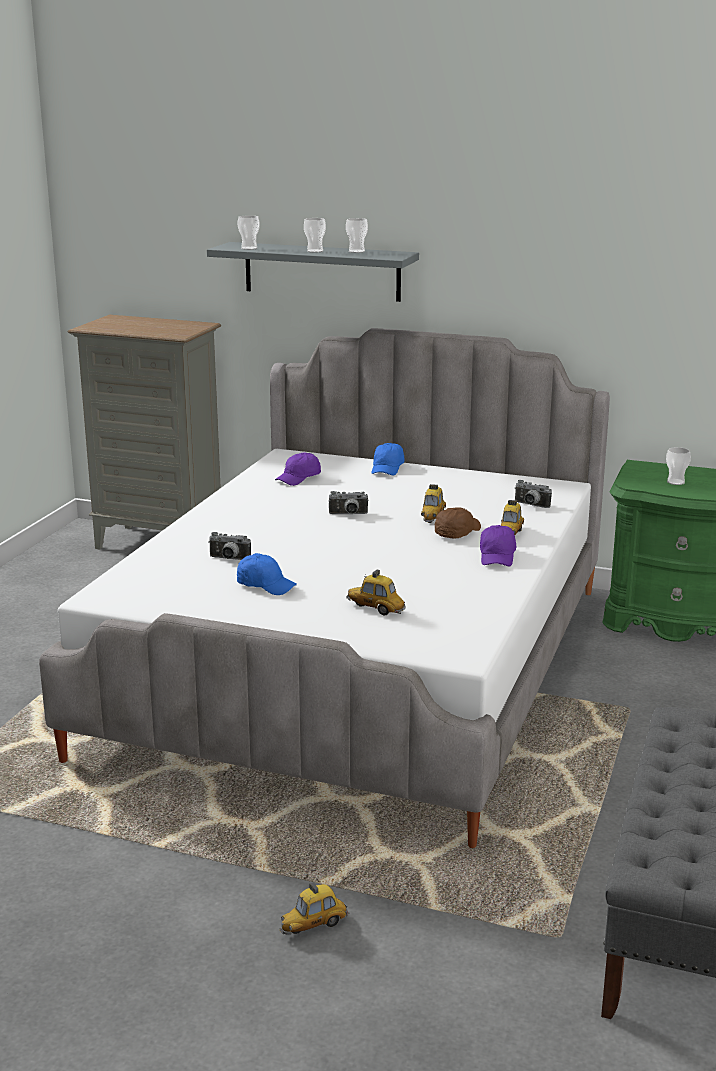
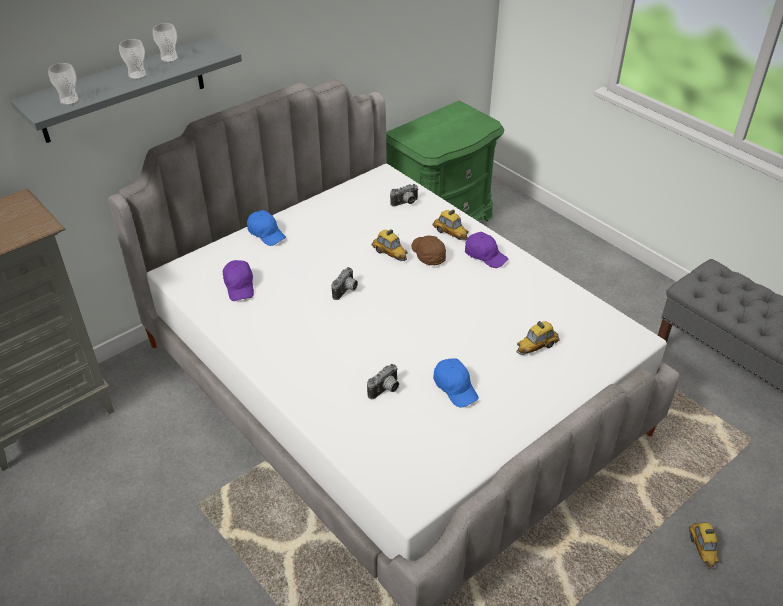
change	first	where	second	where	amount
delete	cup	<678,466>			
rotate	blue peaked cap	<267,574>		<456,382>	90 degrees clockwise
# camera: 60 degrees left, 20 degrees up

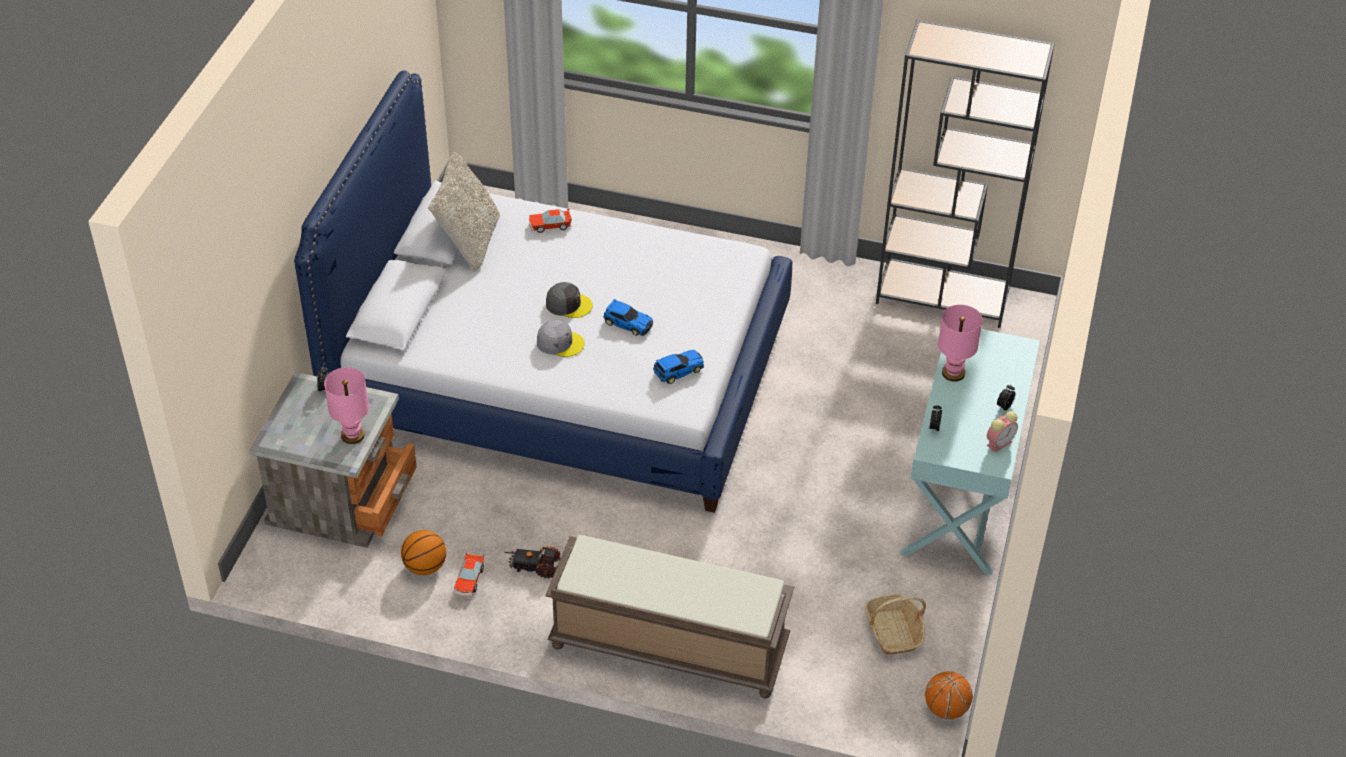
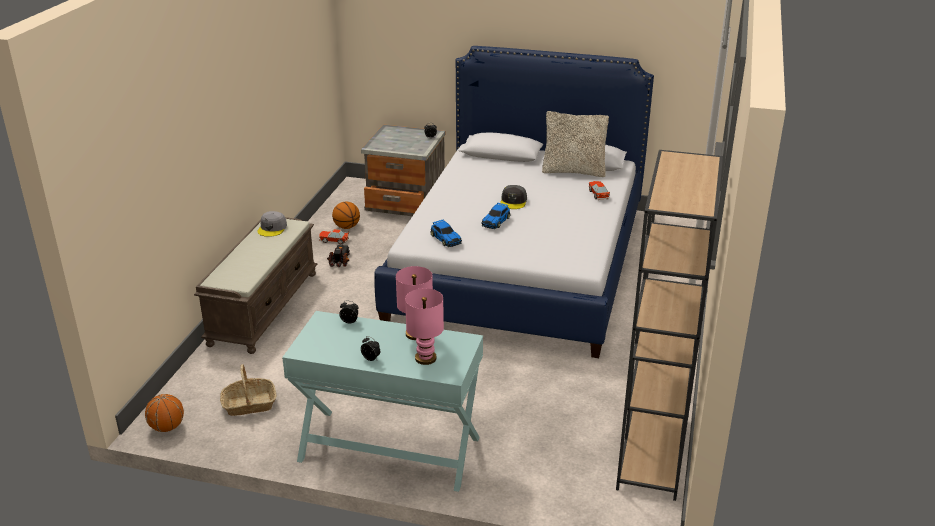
change	first	where	second	where	amount
move	greyish peaked cap	<561,338>		<272,224>	
move	pinkish lamp for a table	<346,405>		<424,326>	
delete	table clock	<1002,432>			
# camera: 90 degrees right, 15 degrees down

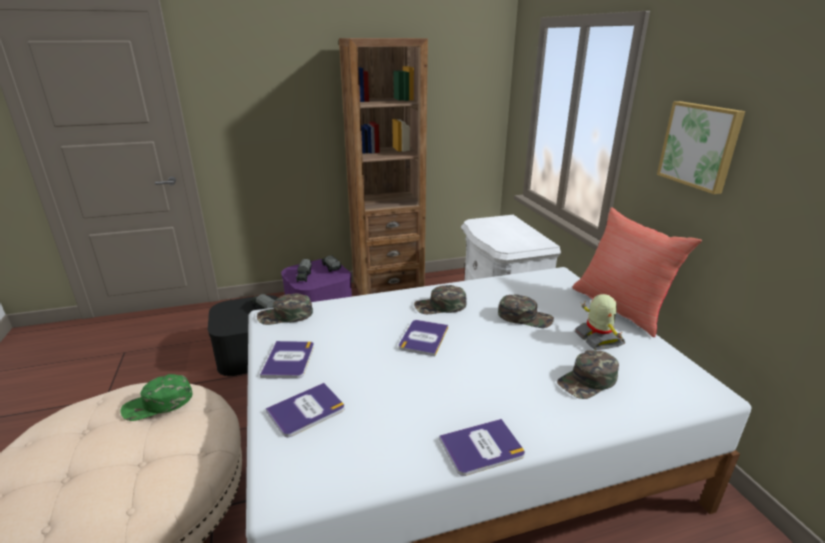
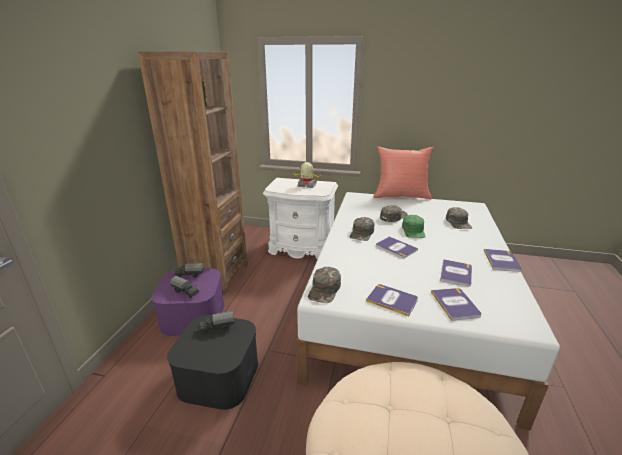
change	first	where	second	where	amount
delete	wall picture	<701,147>			
move	toy robot	<600,322>		<307,175>	
move	green-coloured peaked cap	<156,397>		<414,226>	
insert			bound book	<456,272>	
# camera: 60 degrees left, 0 degrees up

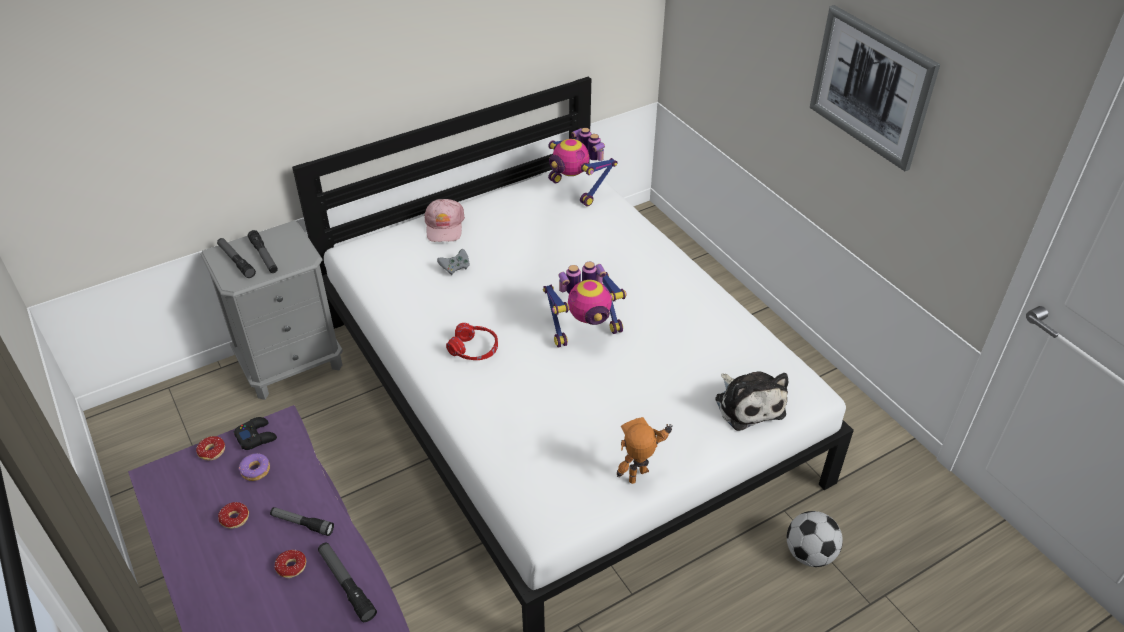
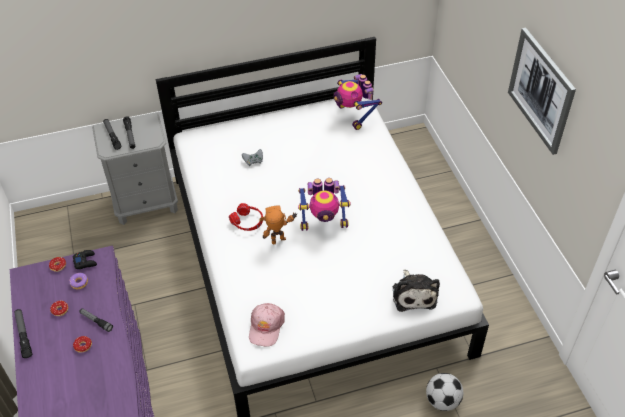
change	first	where	second	where	amount
move	pinkish peaked cap	<444,220>		<267,324>	
move	toy robot	<645,450>		<278,225>	
move	flashlight	<347,582>		<23,333>	
# camera: 15 degrees right, 5 degrees up

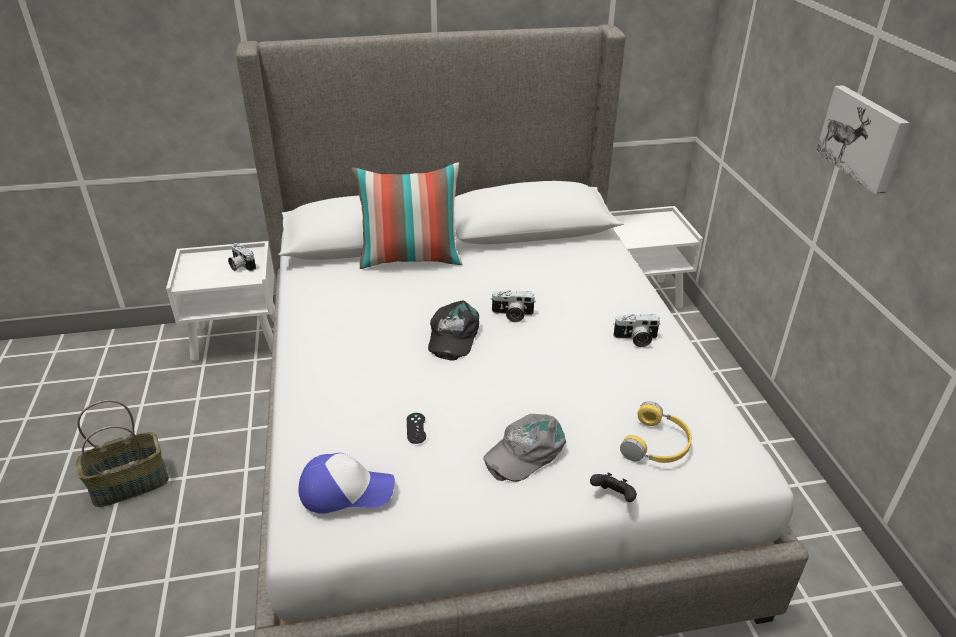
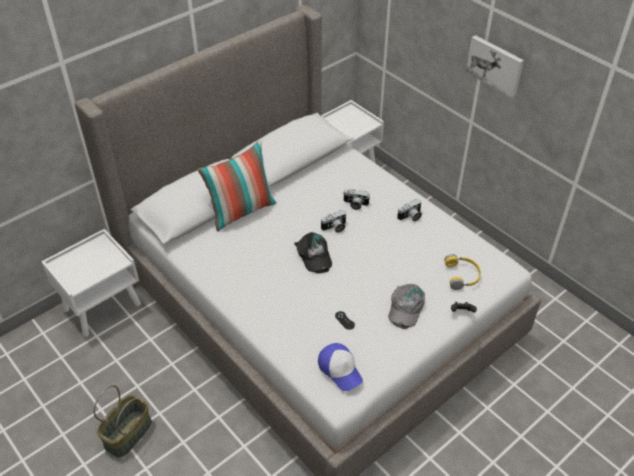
change	first	where	second	where	amount
move	still camera	<242,257>		<356,199>	
rotate	peaked cap	<346,483>		<340,367>	90 degrees clockwise
# camera: 30 degrees left, 10 degrees up

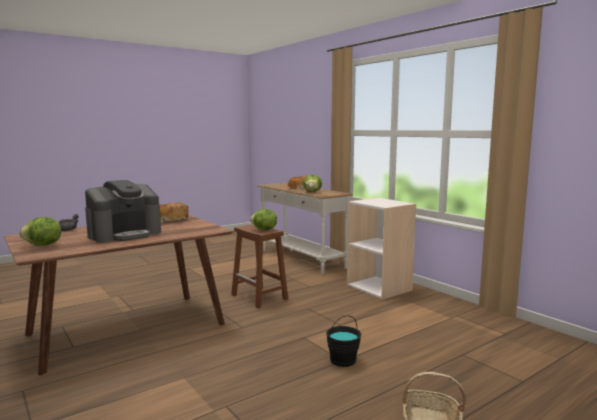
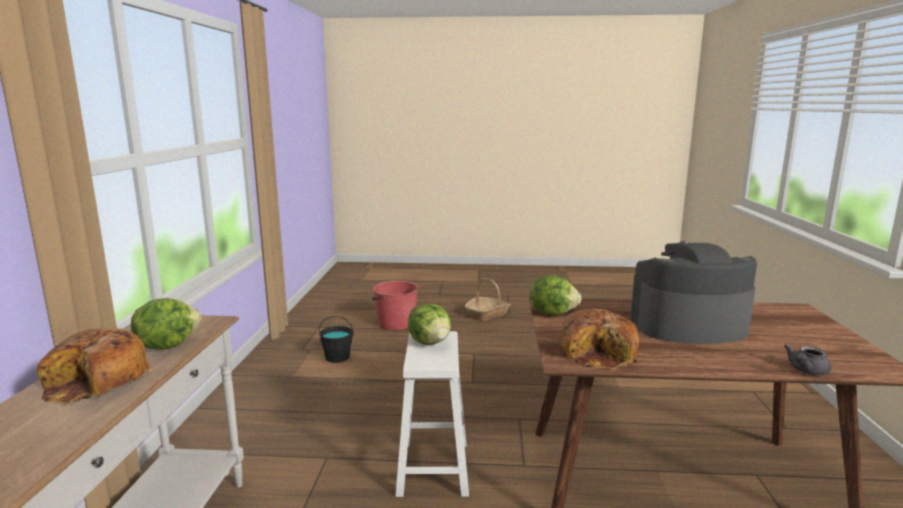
change	first	where	second	where	amount
delete	whitish bookshelf	<381,248>			
move	lettuce head	<40,231>		<555,295>	
recolor	brown-coloured stool	<259,266>	whitish stool	<432,414>	
move	black bucket	<344,341>		<336,339>	
insert			red bucket	<395,305>	
# camera: 140 degrees left, 5 degrees up

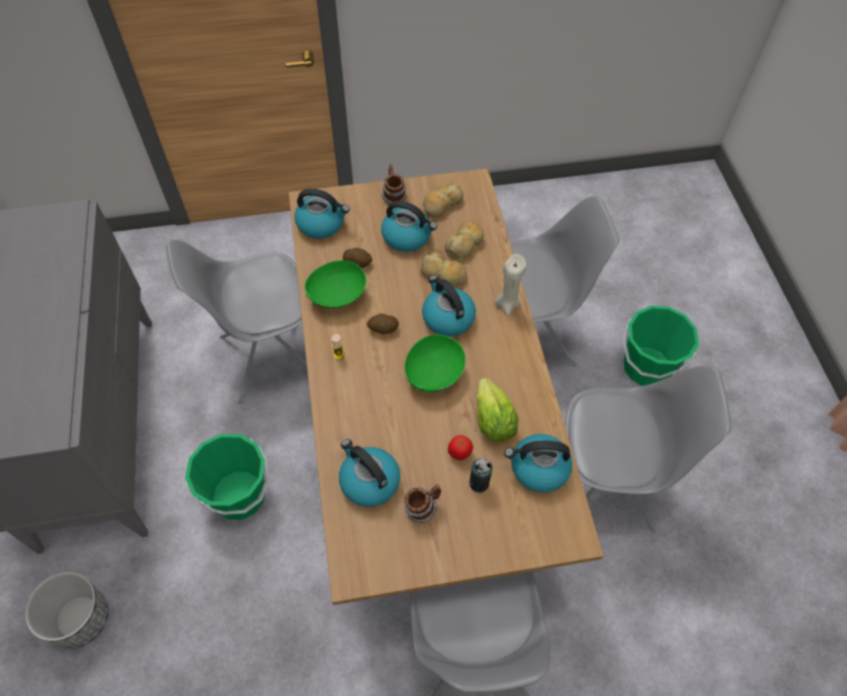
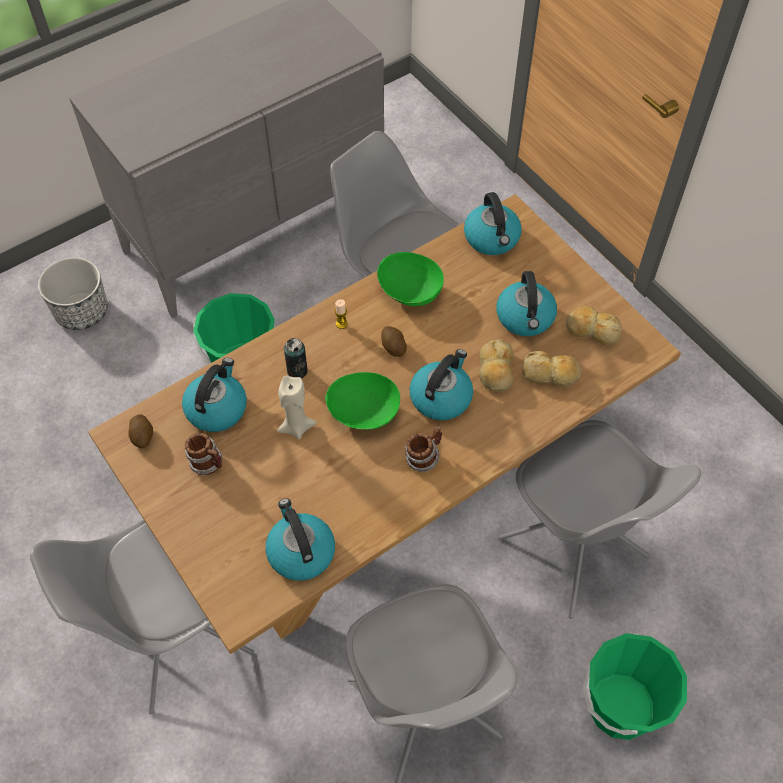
change	first	where	second	where	amount
move	mug	<394,184>		<423,449>	
move	potato	<357,258>		<141,431>	
move	beige-coloured candle	<510,285>		<297,408>	
delete	lettuce head	<498,410>			
delete	whole tomato	<460,447>			
move	can	<481,475>		<296,358>	
# camera: 65 degrees right, 0 degrees up

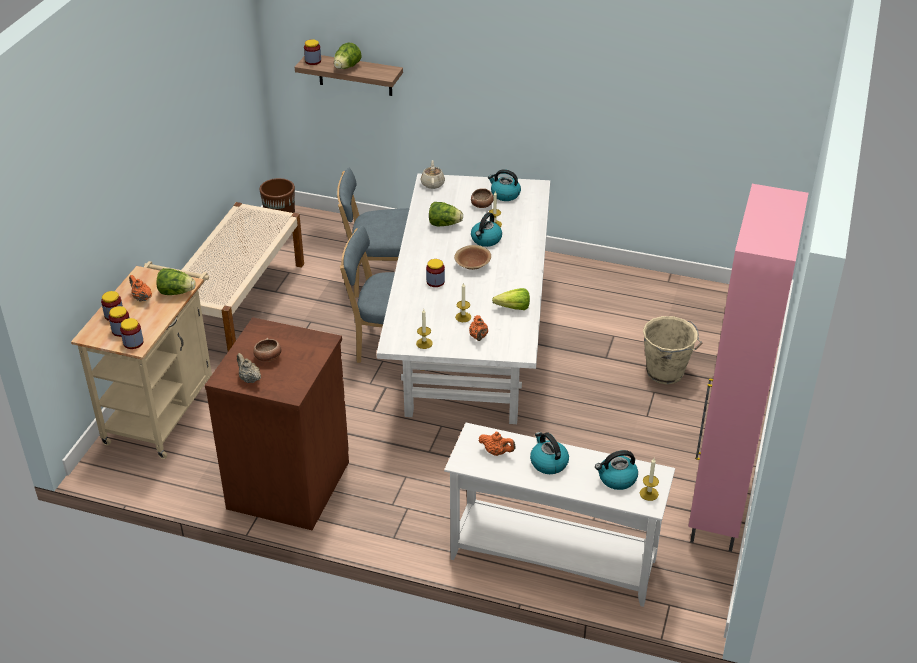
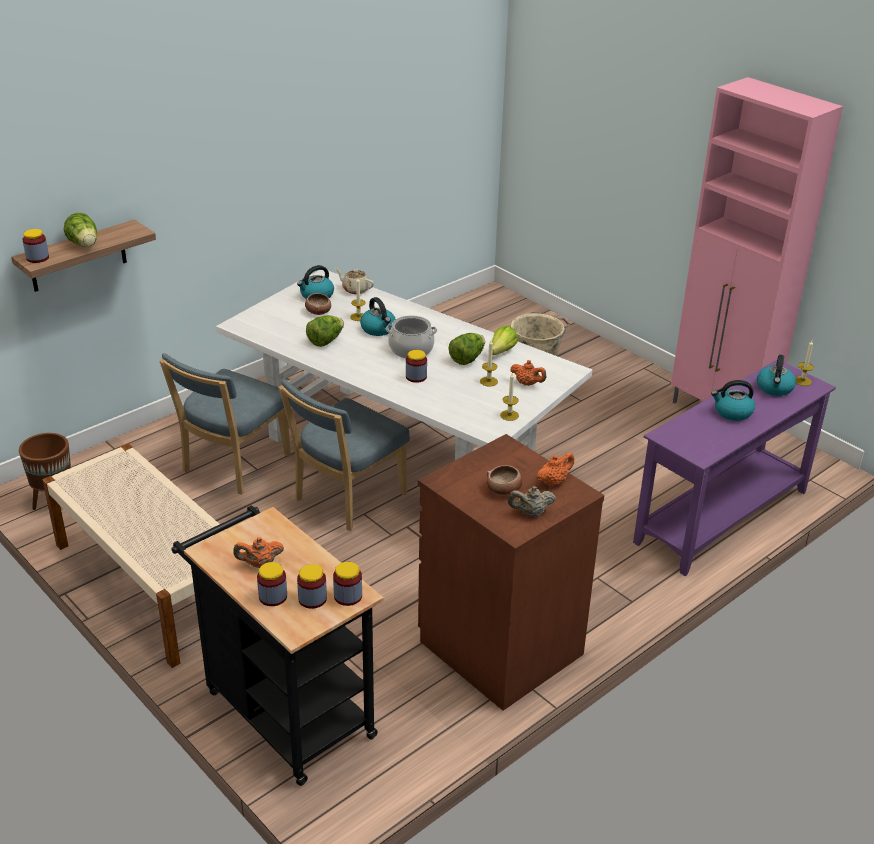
change	first	where	second	where	amount
move	beige-coloured teapot	<433,174>		<355,281>	
replace	brown-coloured serving bowl	<472,257>	stockpot	<411,337>	
recolor	beige-coloured cart	<141,360>	black cart	<277,645>	
move	lettuce head	<176,281>		<466,349>	
recolor	whitish console table	<559,515>	purple console table	<734,468>	
move	orange teapot	<497,444>		<555,469>	
# camera: 60 degrees left, 5 degrees down

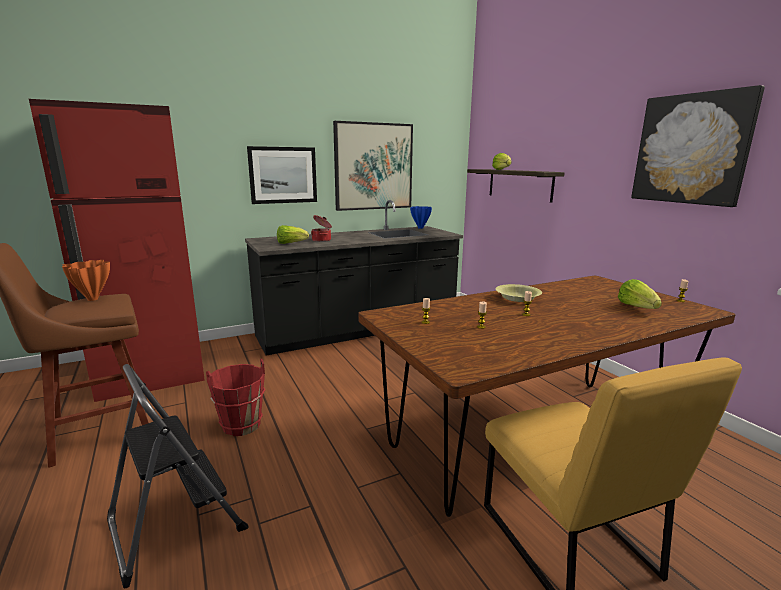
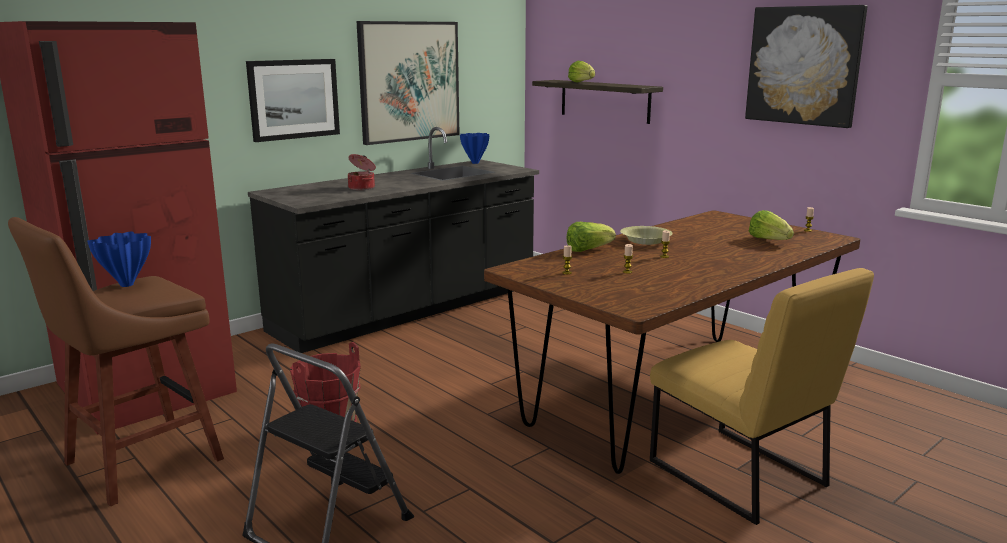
change	first	where	second	where	amount
move	lettuce head	<293,234>		<591,237>	
recolor	orange decorative vase	<86,280>	blue decorative vase	<119,259>	
# camera: 15 degrees left, 0 degrees up

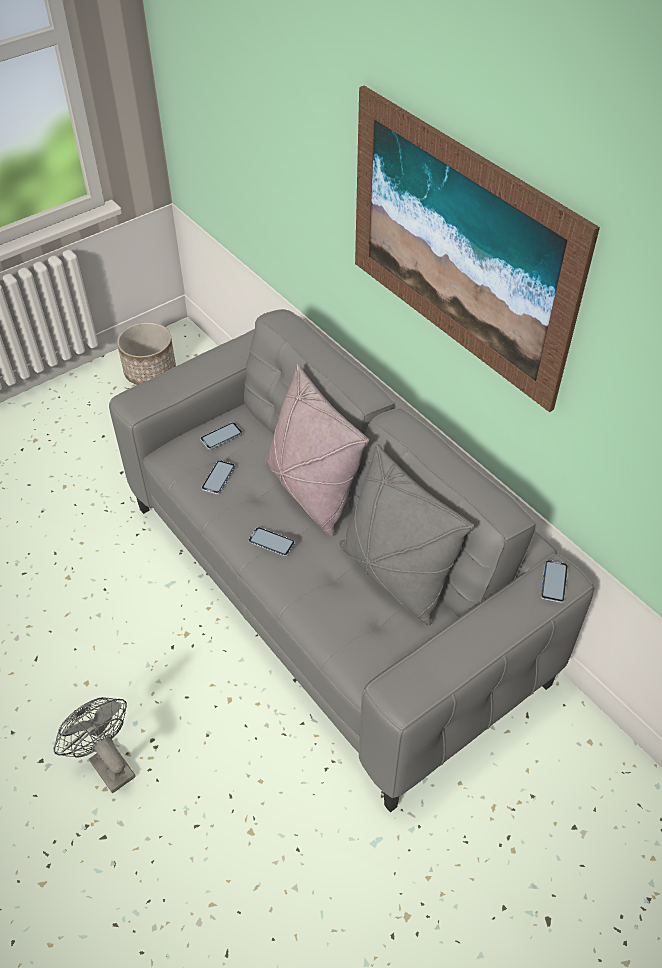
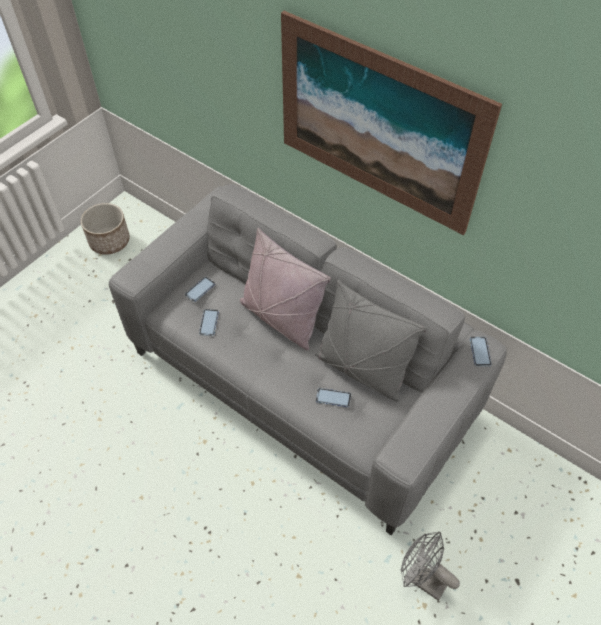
change	first	where	second	where	amount
move	telephone	<271,541>		<333,398>	
move	greyish fan	<94,745>		<430,566>	
# camera: 15 degrees left, 5 degrees up

